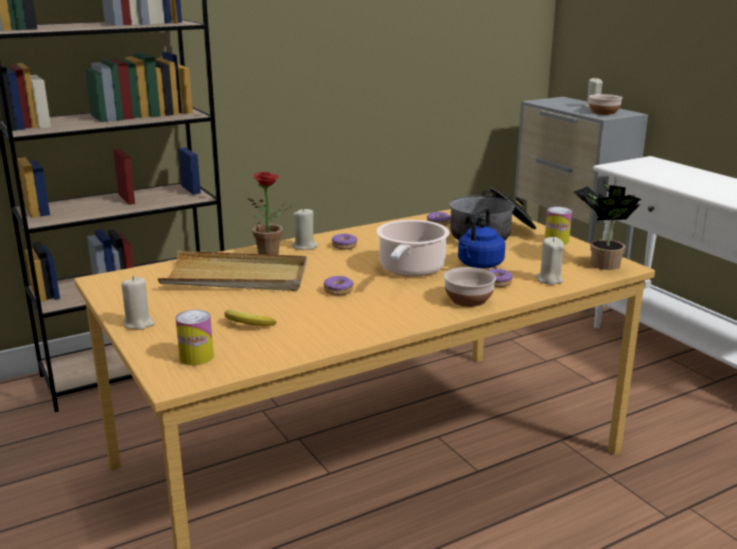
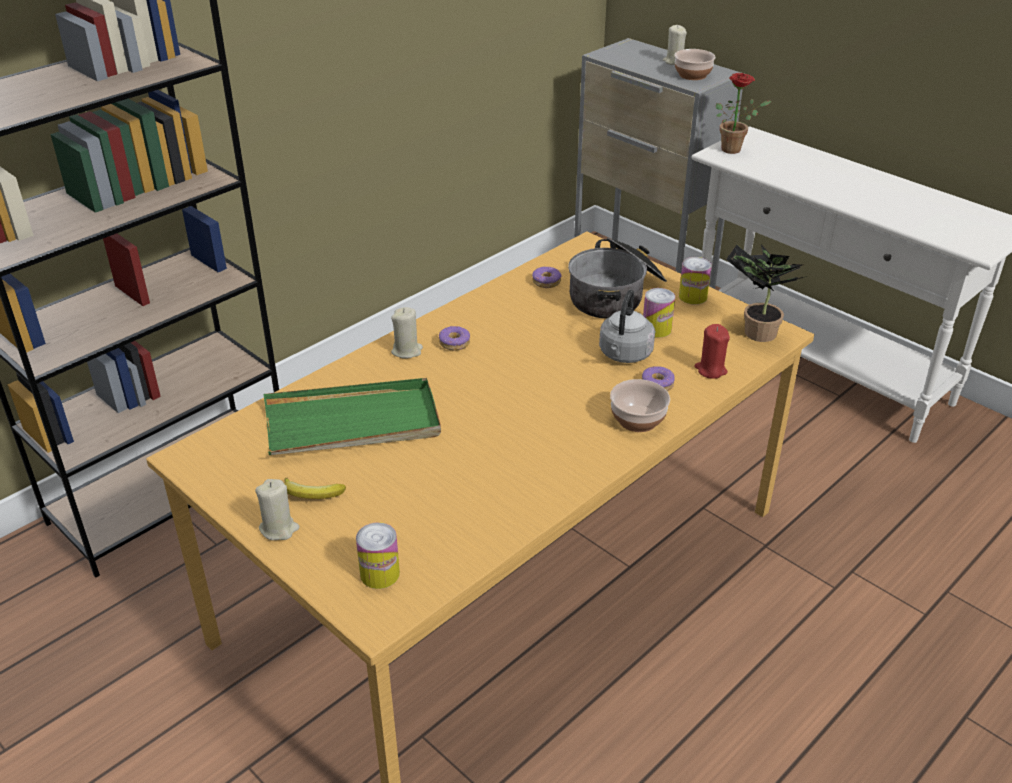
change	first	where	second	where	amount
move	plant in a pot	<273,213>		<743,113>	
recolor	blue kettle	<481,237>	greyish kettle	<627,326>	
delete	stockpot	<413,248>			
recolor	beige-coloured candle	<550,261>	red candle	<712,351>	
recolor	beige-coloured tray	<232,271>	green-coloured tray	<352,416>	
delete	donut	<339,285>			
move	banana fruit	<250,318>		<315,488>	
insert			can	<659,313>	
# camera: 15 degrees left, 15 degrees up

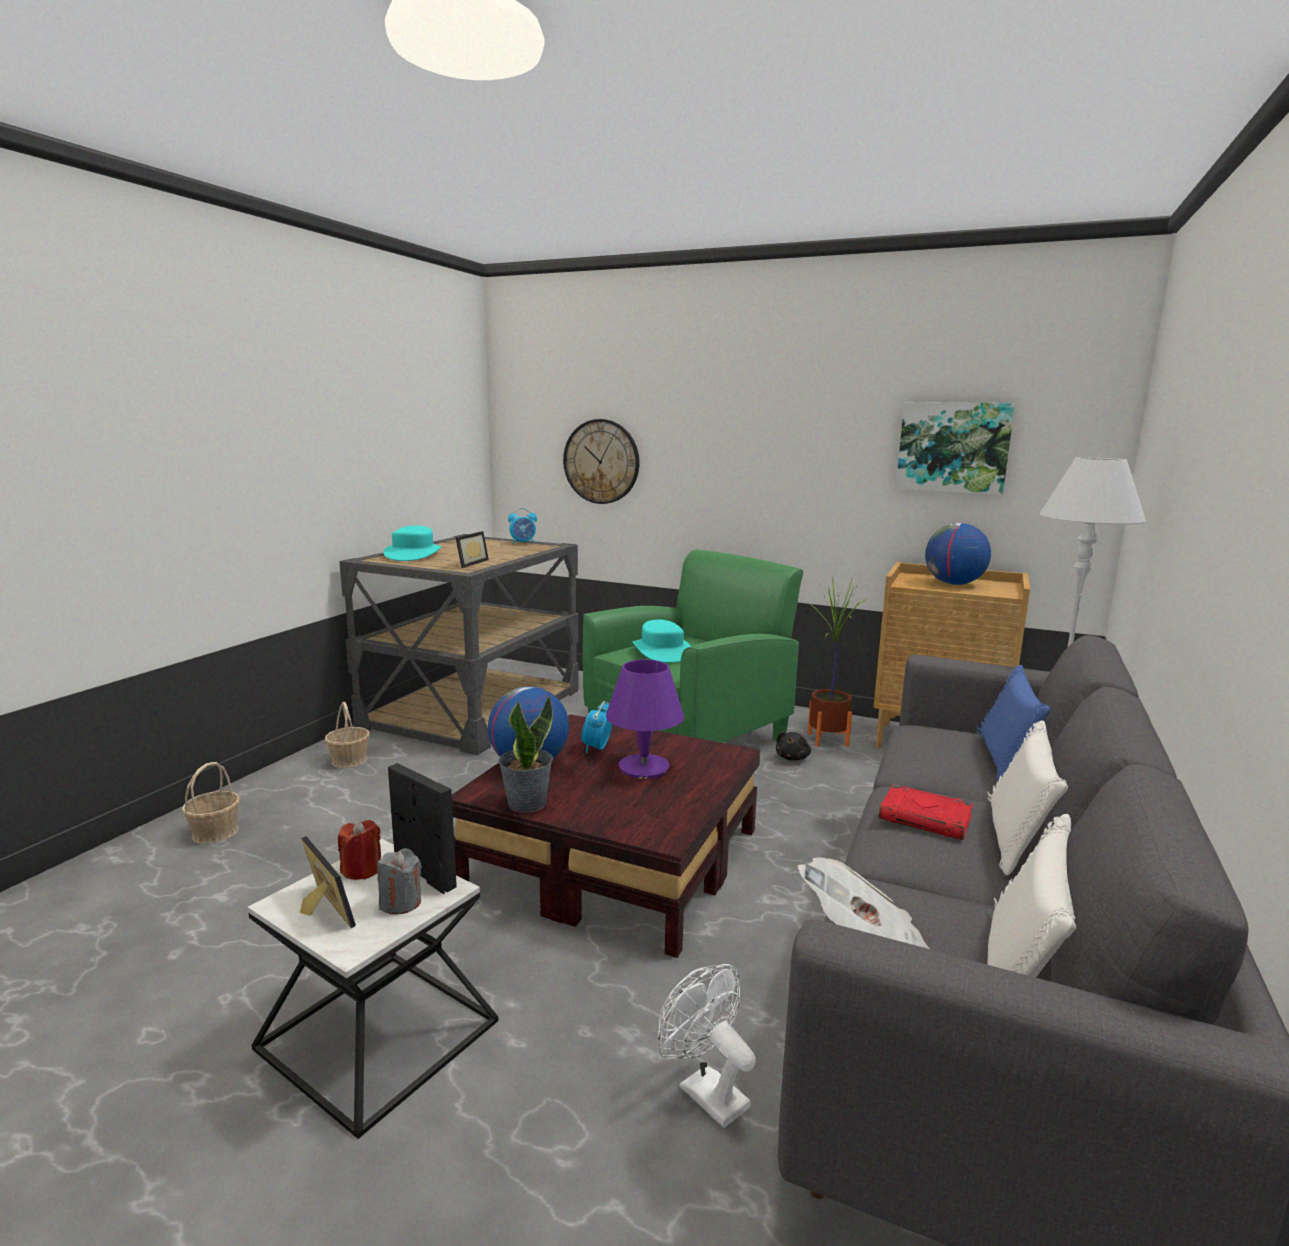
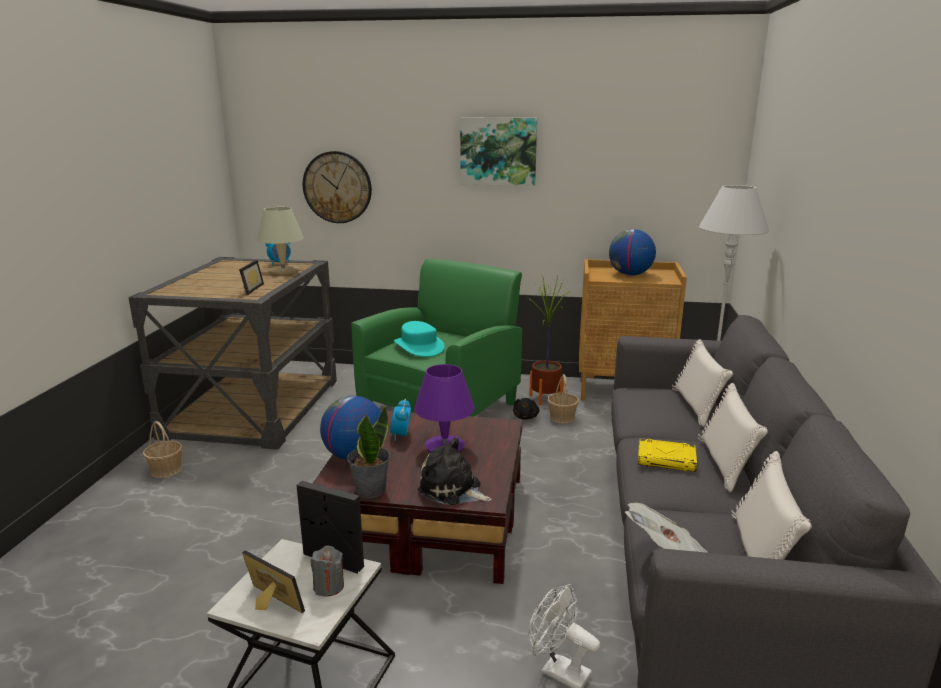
change	first	where	second	where	amount
move	wall picture	<955,448>		<498,152>	
delete	turquoise-coloured wearable hat	<412,543>			
recolor	blue cushion	<1013,722>	whitish cushion	<702,383>	
move	basket	<211,803>		<563,399>	
recolor	red bound book	<926,812>	yellowish bound book	<667,455>	
delete	red candle	<359,850>			
insert			beige-coloured lamp for a table	<280,241>	
insert			plush toy	<455,471>	
# camera: 15 degrees left, 5 degrees up

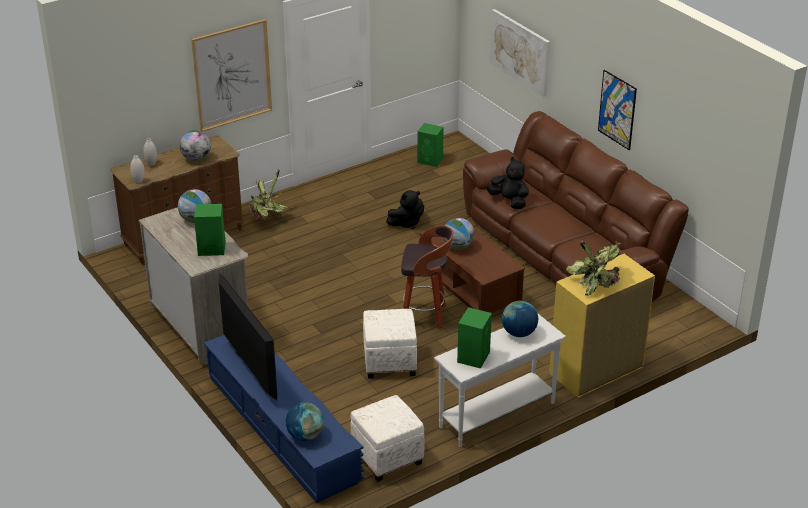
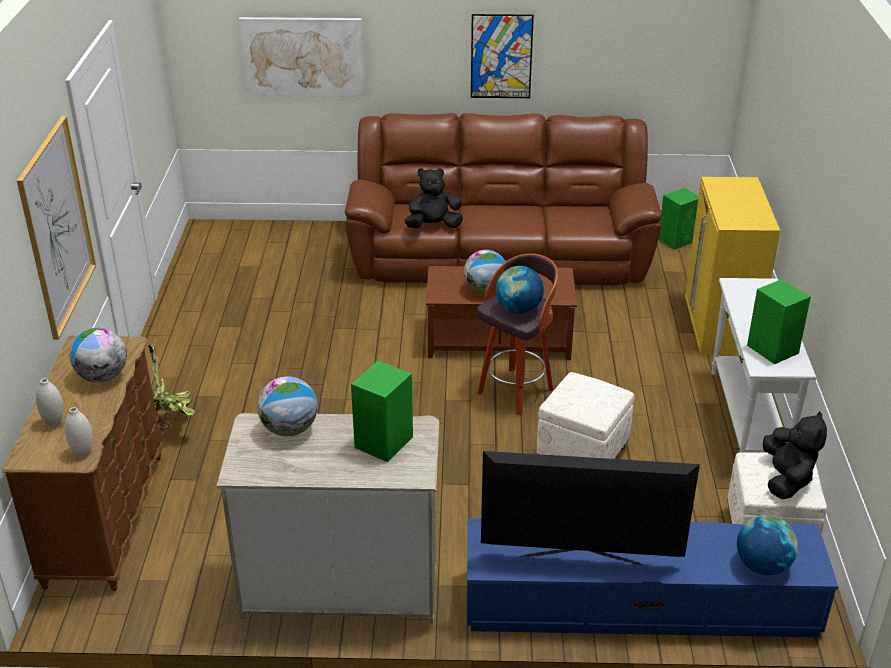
change	first	where	second	where	amount
move	green-coloured speaker	<430,145>		<679,218>	
move	black plush toy	<405,209>		<795,455>	
delete	plant in a pot	<593,268>			
move	world globe	<520,319>		<520,290>	
# camera: 55 degrees left, 0 degrees up

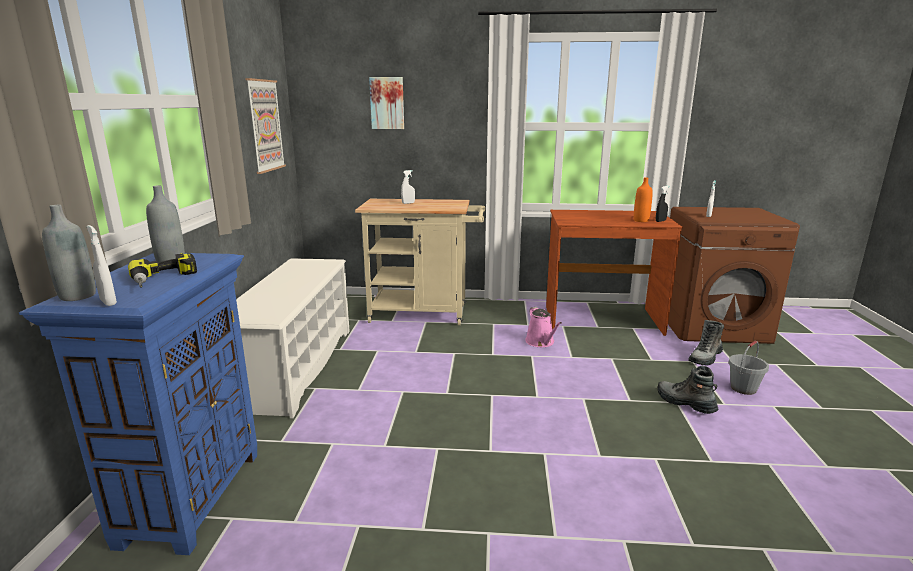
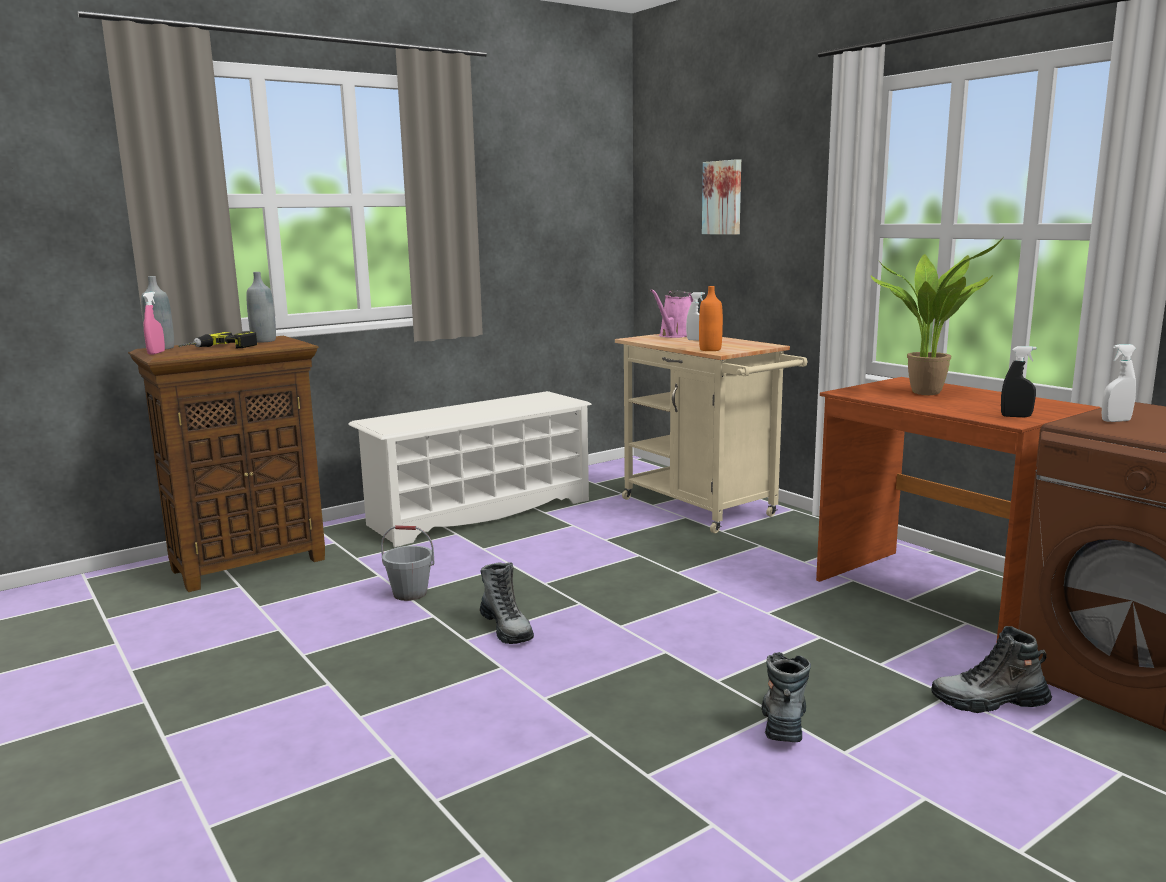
change	first	where	second	where	amount
delete	wall picture	<265,126>			
move	orange bottle	<643,199>		<711,318>	
recolor	whitish hand sprayer	<102,265>	pinkish hand sprayer	<154,323>	
recolor	blue cabinet	<138,404>	brown-coloured cabinet	<226,464>	
move	pinkish watering pot	<543,327>		<671,313>	
move	greyish bucket	<749,368>		<408,563>	
insert			plant in a pot	<937,316>	
insert			boot	<507,603>	
# camera: 50 degrees right, 5 degrees down

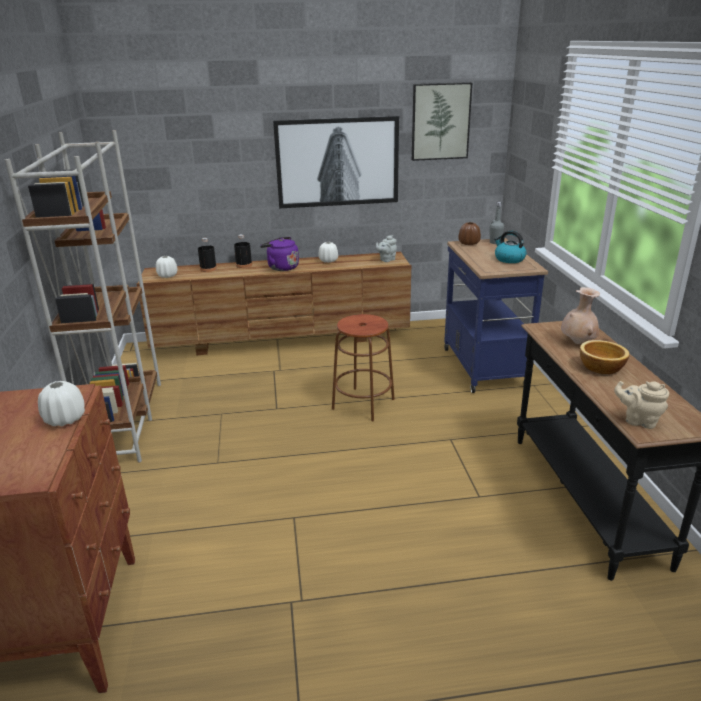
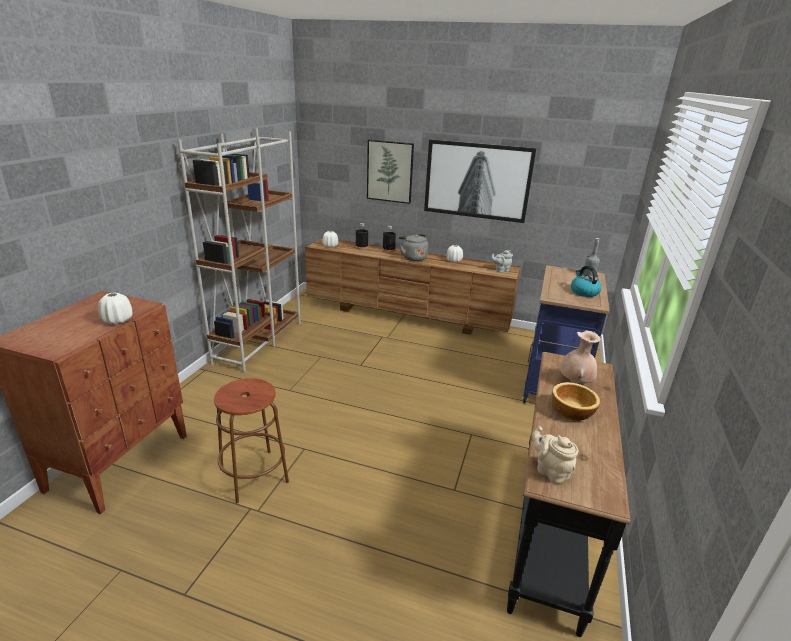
change	first	where	second	where	amount
move	wall picture	<442,121>		<390,172>	
delete	brown-coloured decorative vase	<469,233>			
recolor	purple kettle	<279,254>	greyish kettle	<413,247>	
move	brown-coloured stool	<363,367>		<251,440>	
# camera: 25 degrees right, 0 degrees up

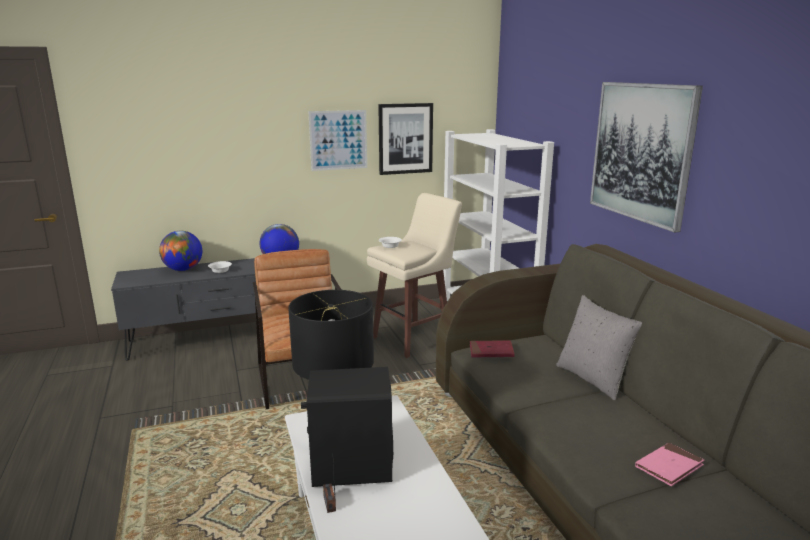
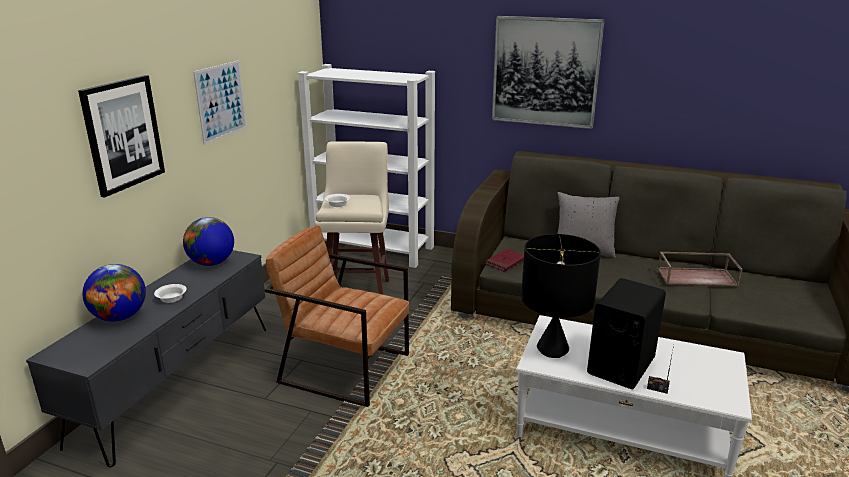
change	first	where	second	where	amount
move	wall picture	<405,139>		<121,136>	
replace	pinkish bound book	<669,464>	brown-coloured tray	<699,269>	
# camera: 50 degrees left, 5 degrees up

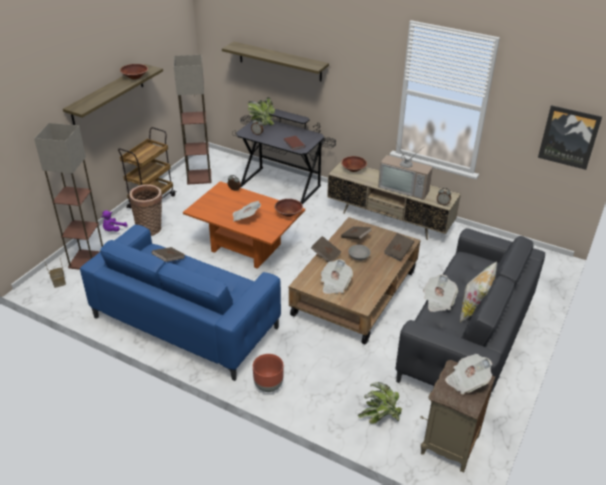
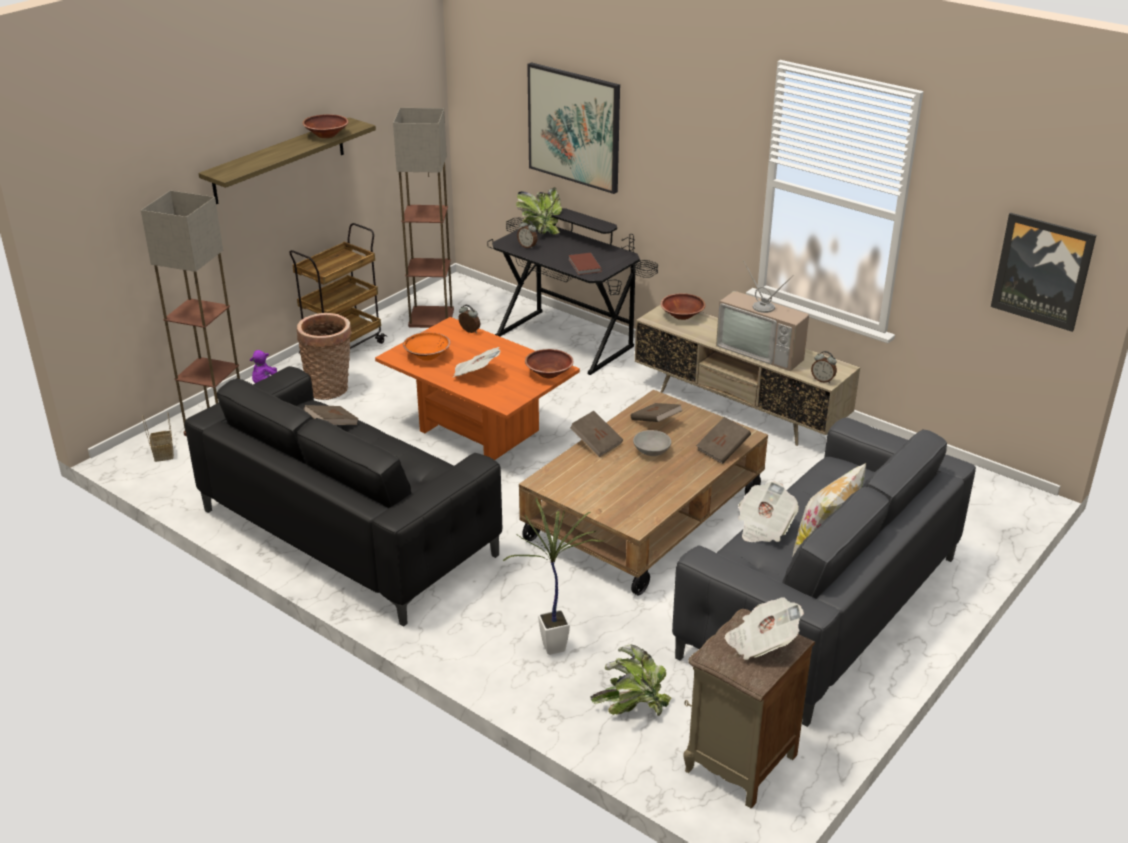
change	first	where	second	where	amount
replace	bracket shelf	<275,61>	wall picture	<573,128>	
recolor	blue couch	<180,302>	black couch	<343,496>	
delete	printed paper	<337,276>			
delete	brown-coloured flower pot	<268,373>			
insert			orange serving bowl	<426,346>	
insert			plant in a pot	<553,576>	
# camera: 10 degrees right, 5 degrees down

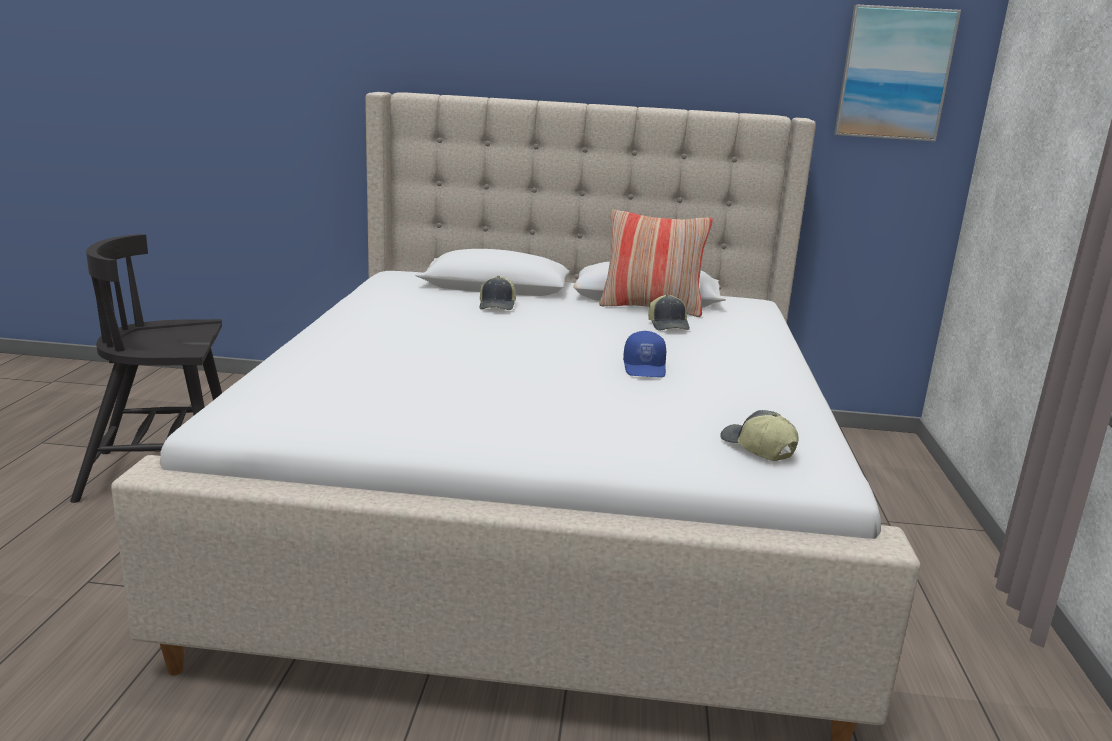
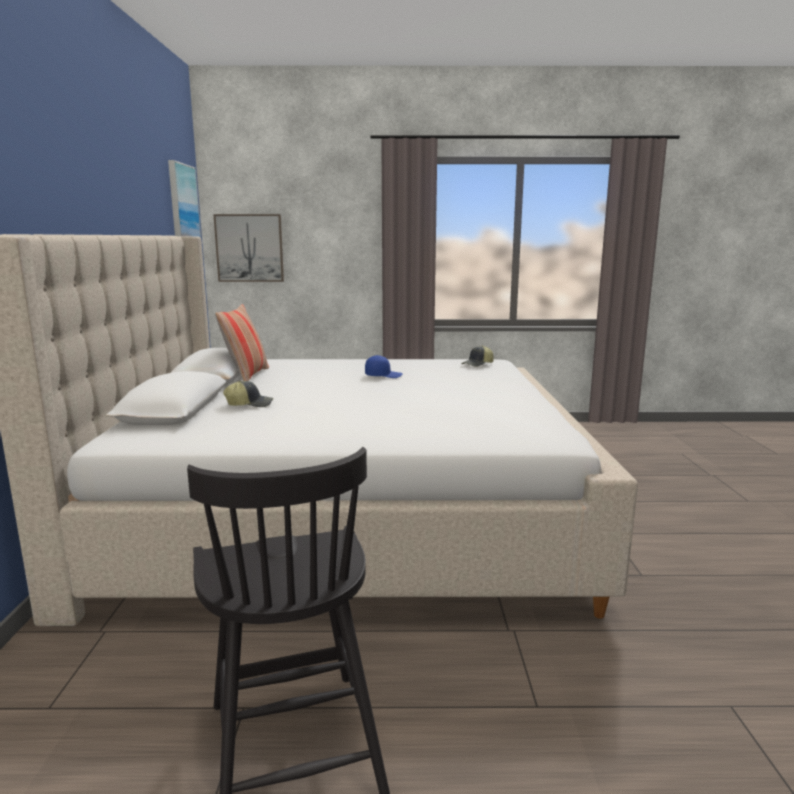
change	first	where	second	where	amount
delete	peaked cap	<669,312>			
insert			wall picture	<248,248>	
# camera: 95 degrees left, 5 degrees down

